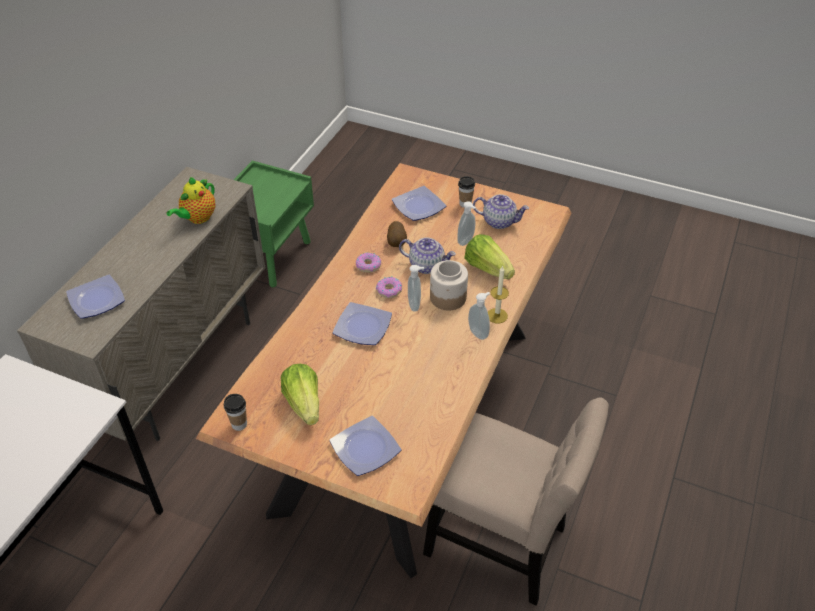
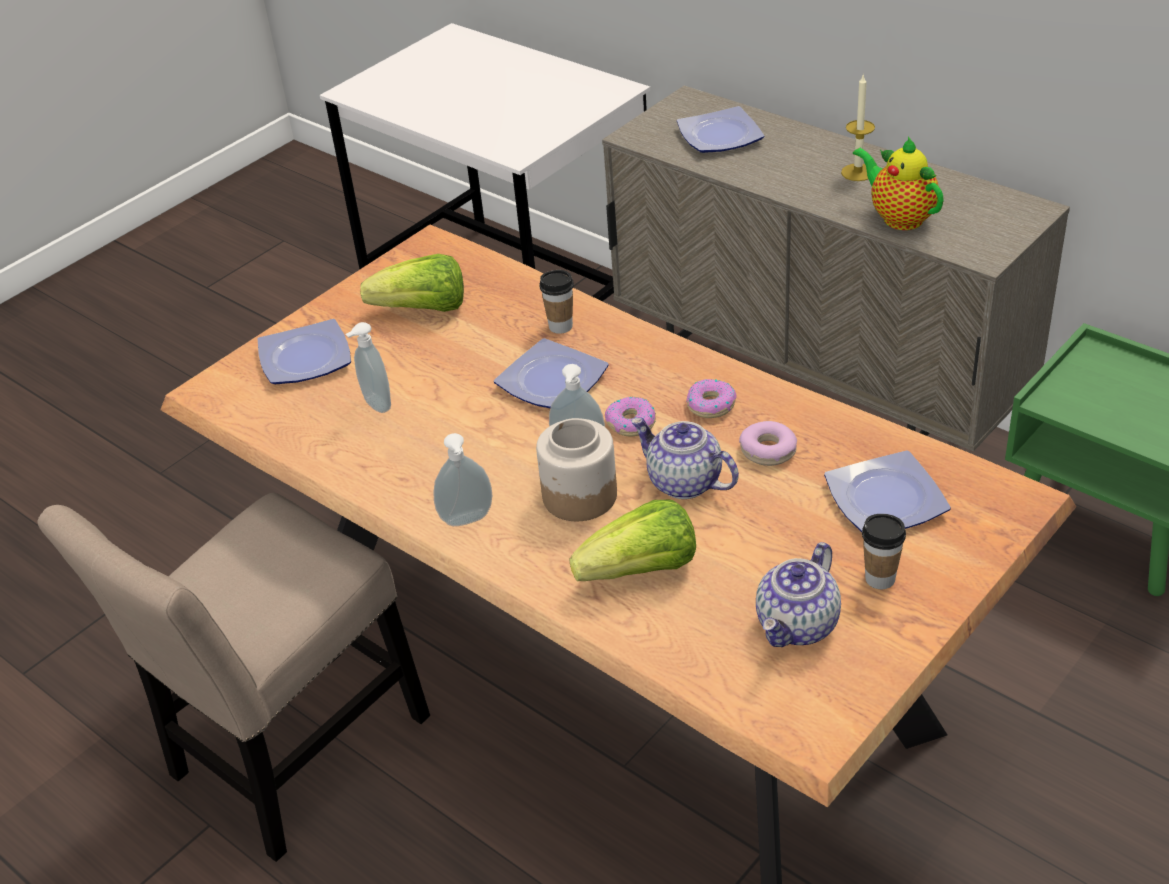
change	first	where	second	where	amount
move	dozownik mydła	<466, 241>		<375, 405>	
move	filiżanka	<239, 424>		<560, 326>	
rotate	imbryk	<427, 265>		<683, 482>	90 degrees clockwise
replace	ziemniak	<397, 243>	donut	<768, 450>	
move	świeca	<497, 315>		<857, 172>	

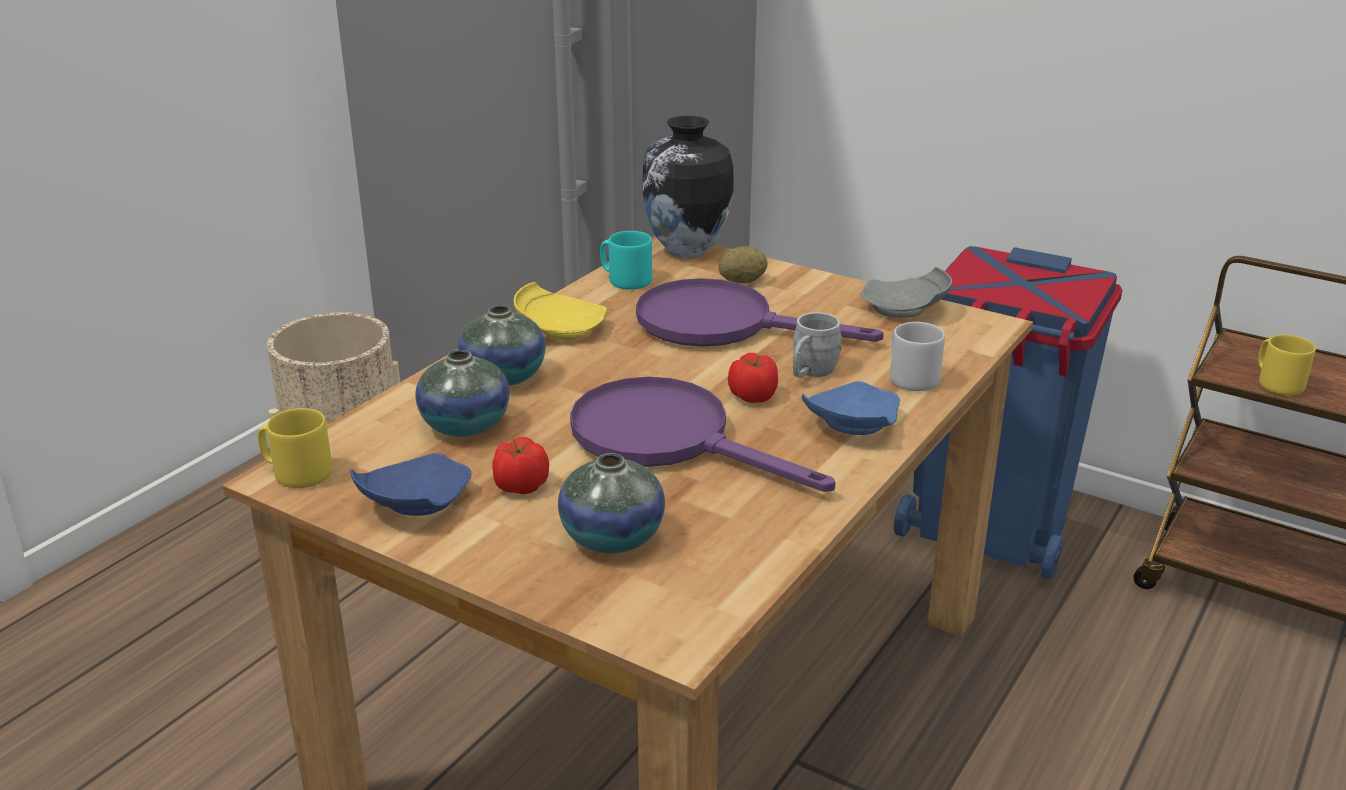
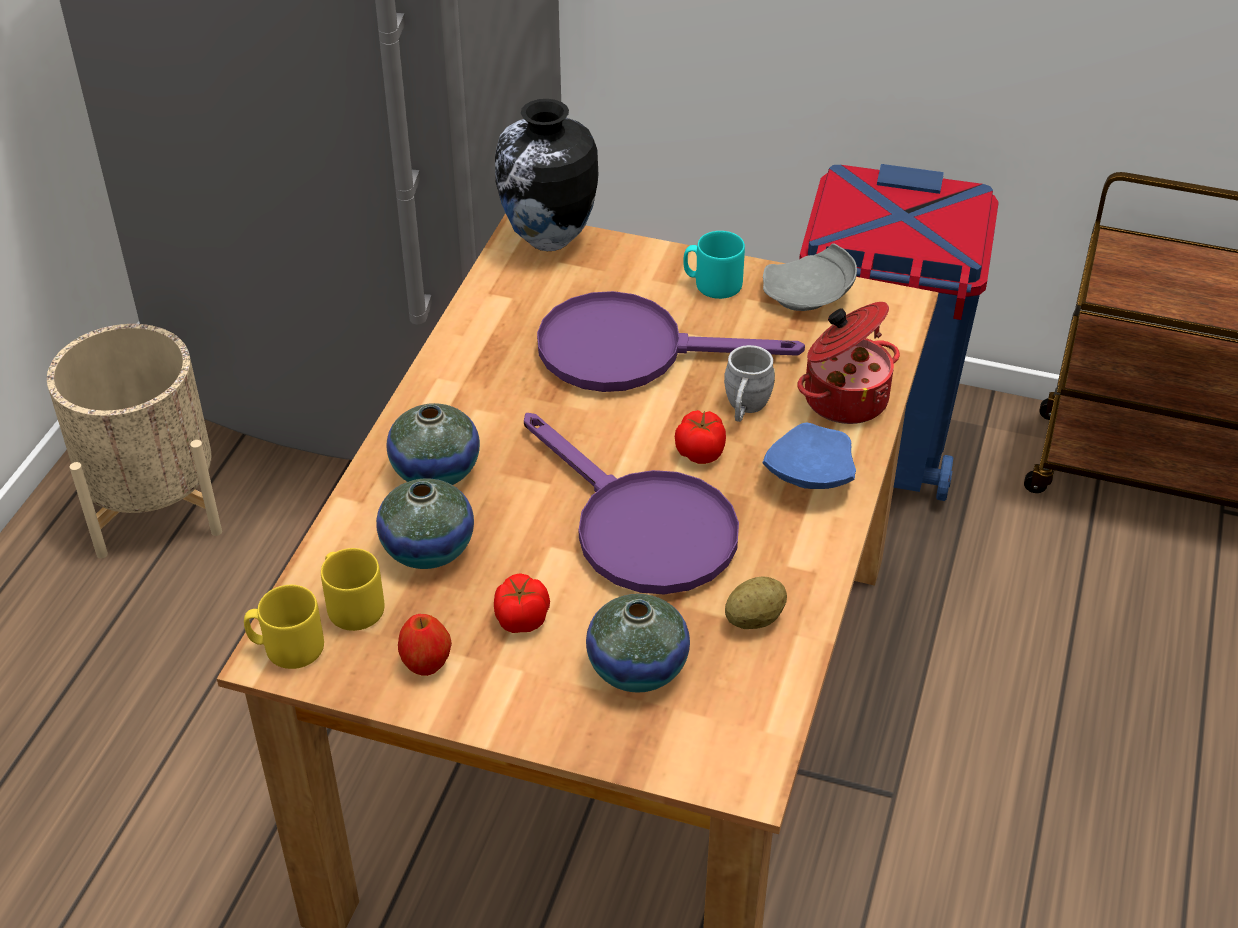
change	first	where	second	where	amount
move	kubek [żółty]	<1276, 383>		<352, 605>	
replace	talerz [niebieski]	<413, 503>	jabłko	<426, 663>	
rotate	patelnia [fioletowy]	<669, 439>		<640, 527>	150 degrees counterclockwise
move	kubek [turkusowy]	<625, 280>		<712, 284>	
move	ziemniak	<742, 282>		<754, 619>	
replace	kubek [szary]	<910, 377>	garnek	<844, 397>	
delete	talerz [żółty]	<559, 328>			

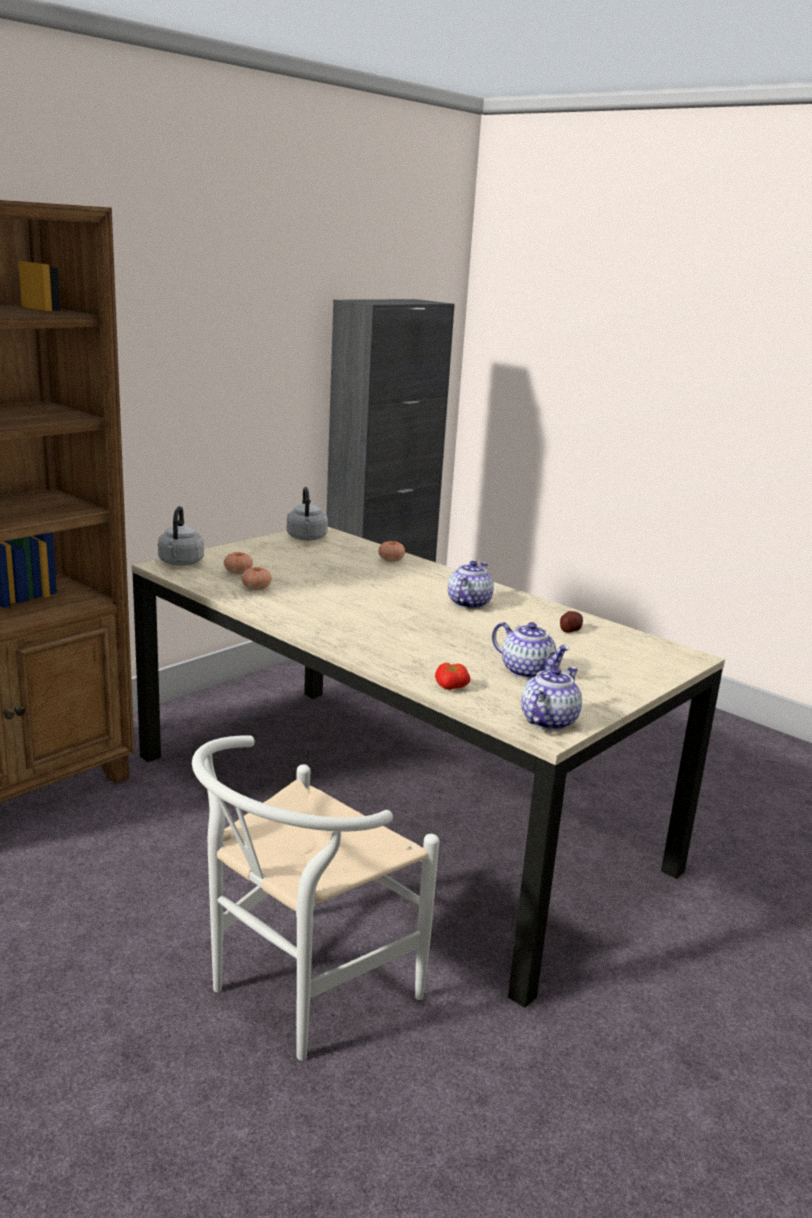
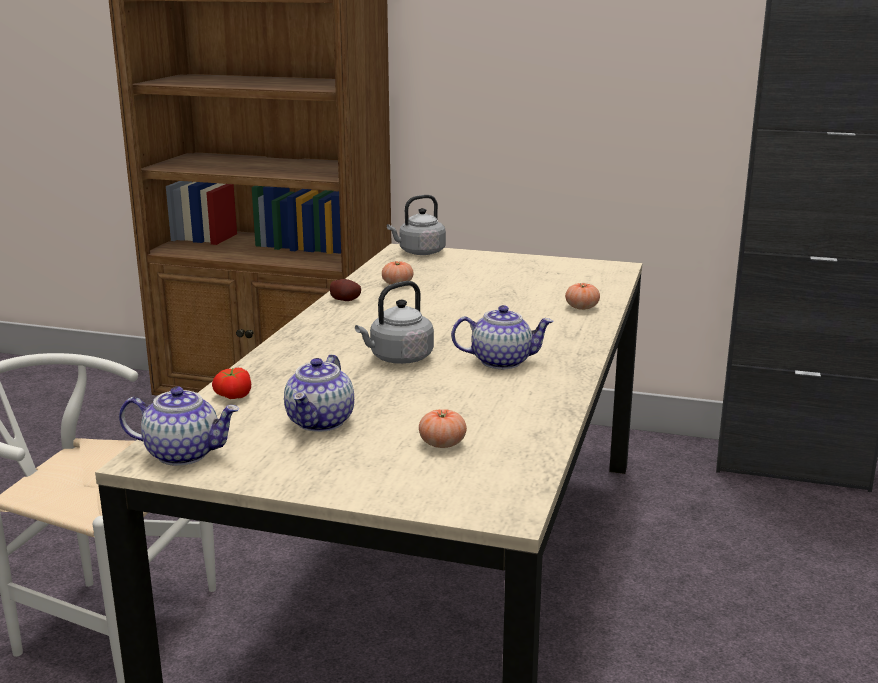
change	first	where	second	where	amount
move	ziemniak	<570, 630>		<346, 300>	
move	czajnik [szary]	<307, 538>		<398, 358>	
move	pomidor	<238, 572>		<442, 443>	

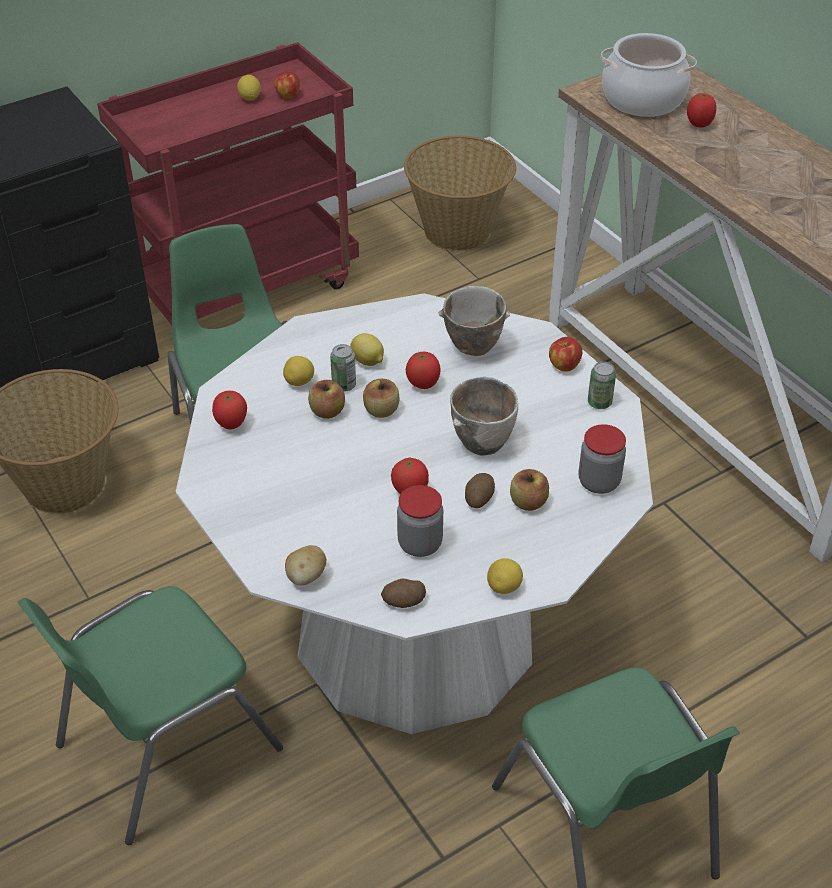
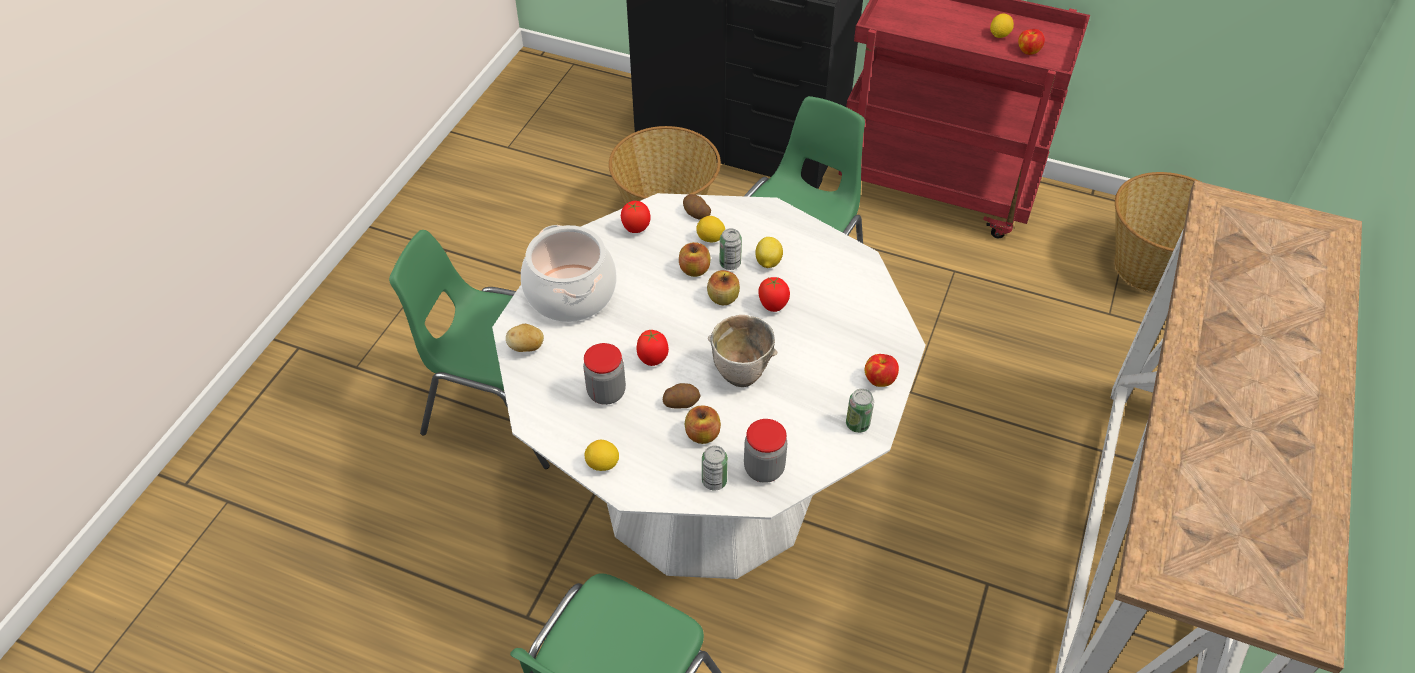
change	first	where	second	where	amount
move	garnek	<642, 99>		<570, 293>	
move	ziemniak	<404, 602>		<696, 214>	
insert			puszka	<714, 481>	
delete	miska	<470, 348>			
delete	pomidor	<699, 125>			

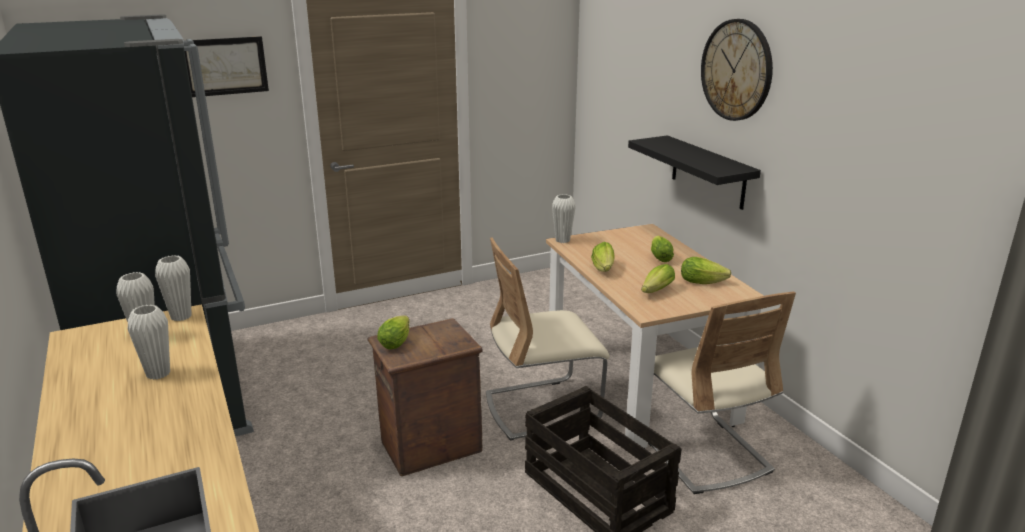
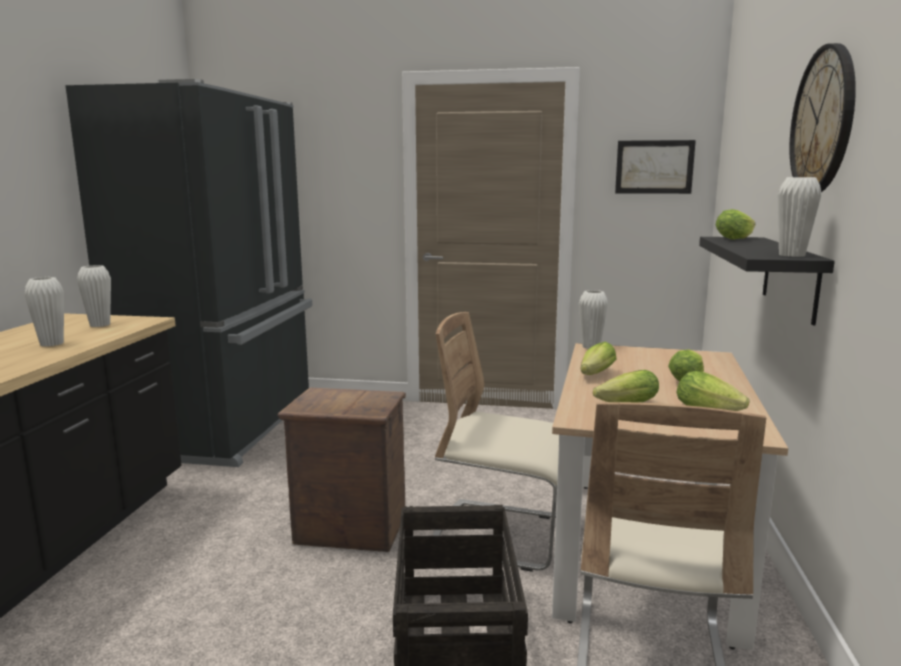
change	first	where	second	where	amount
move	obraz	<224, 66>		<654, 167>	
move	sałata	<397, 341>		<737, 238>	
move	wazon [biały]	<181, 316>		<792, 255>	

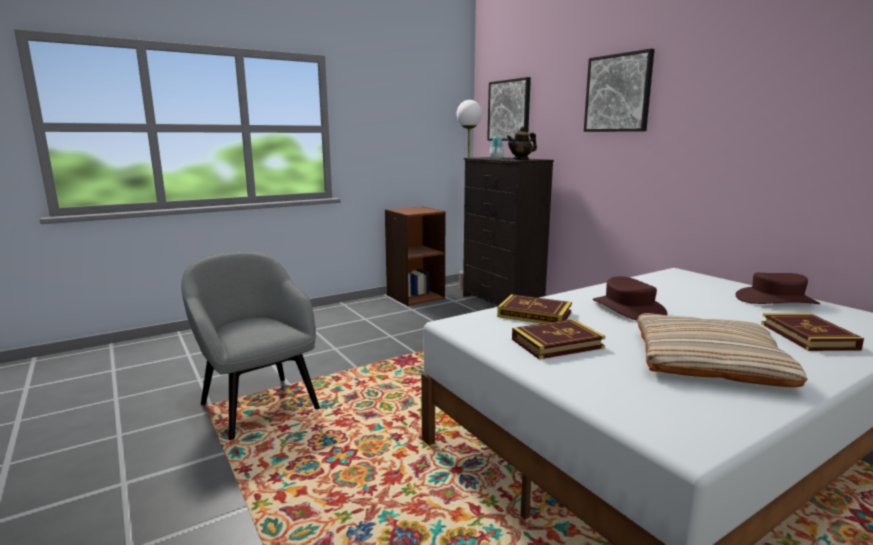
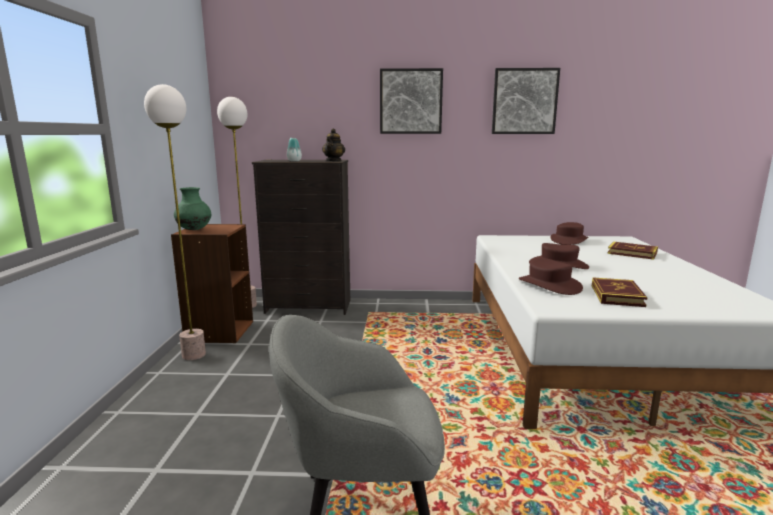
change	first	where	second	where	amount
insert			lampa stojąca	<193, 355>	
insert			wazon [zielony]	<194, 230>	
move	obraz	<509, 110>		<524, 101>	
replace	książka	<534, 314>	kapelusz [brązowy]	<549, 285>	
delete	poduszka [beżowy]	<708, 359>			

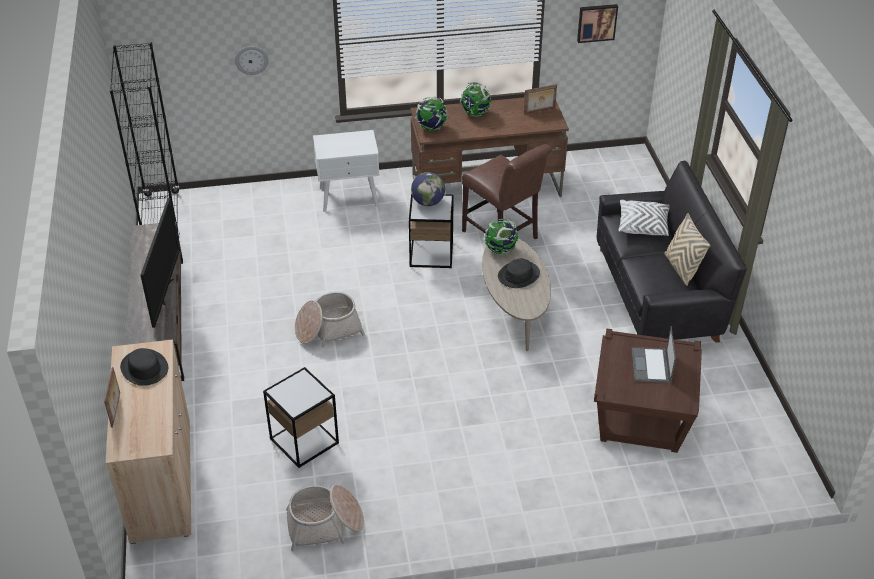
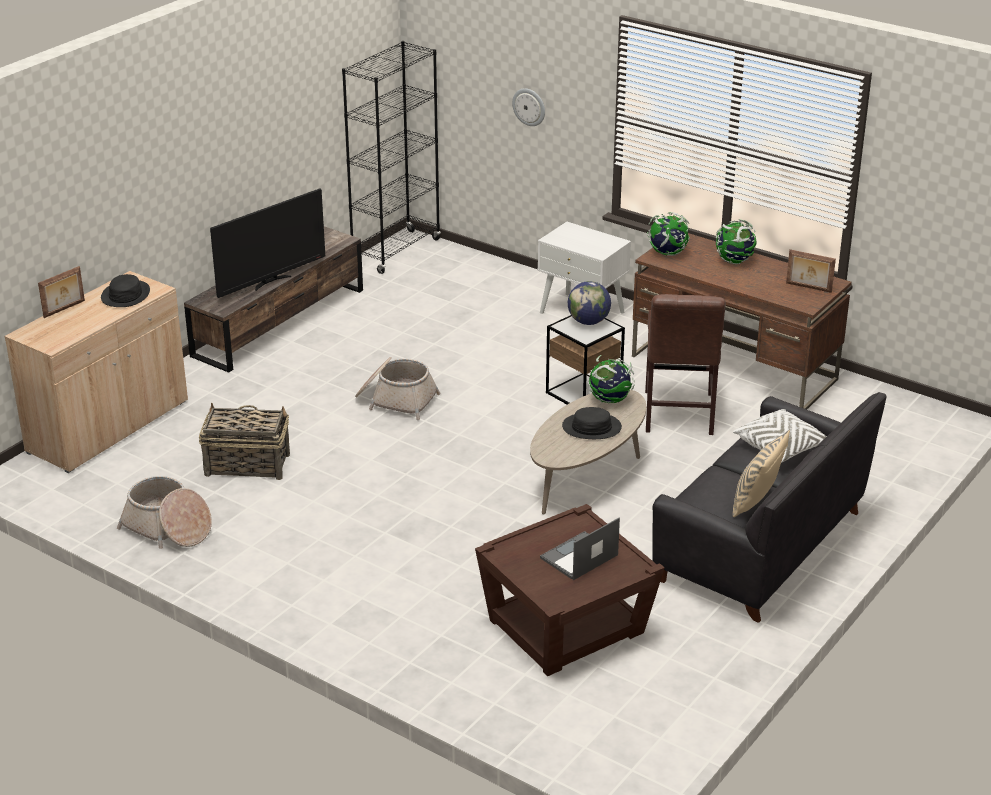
change	first	where	second	where	amount
replace	stolik	<304, 441>	koszyk	<246, 464>	
delete	obraz	<596, 22>			

